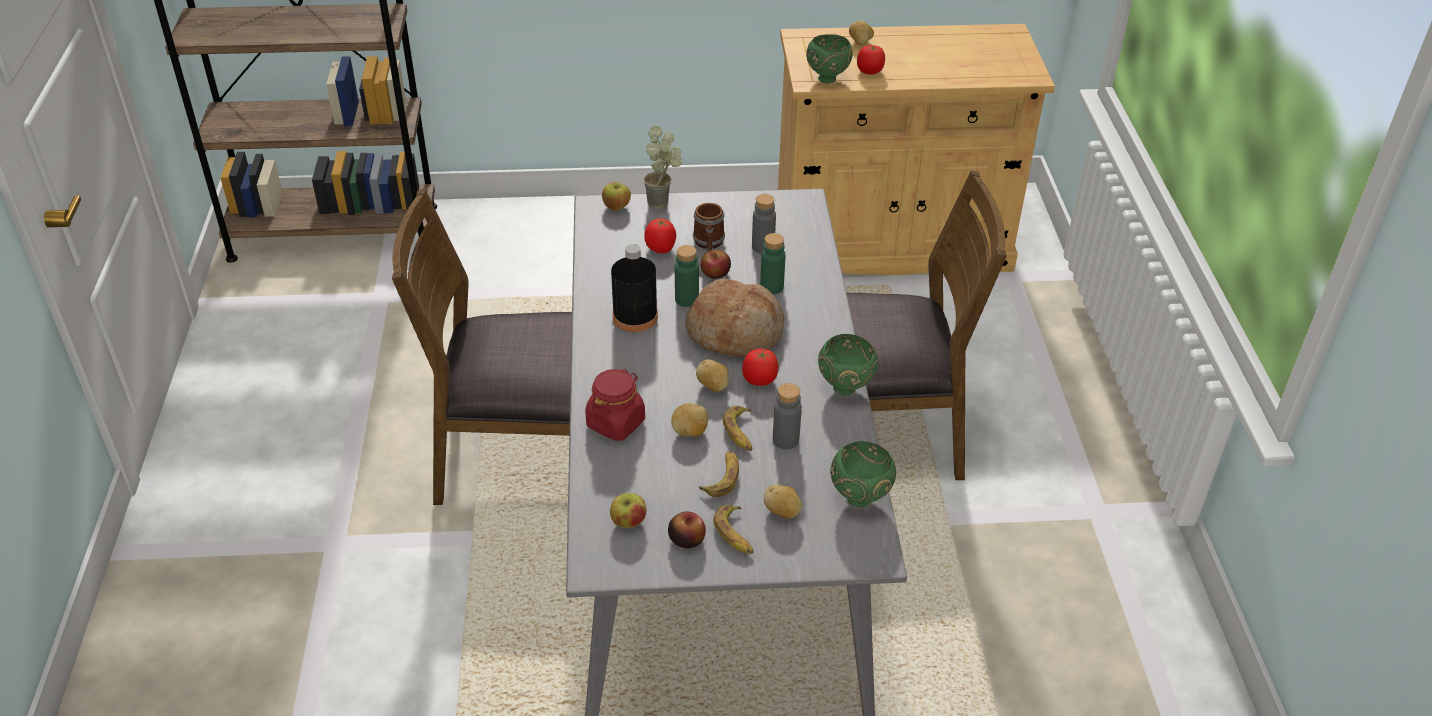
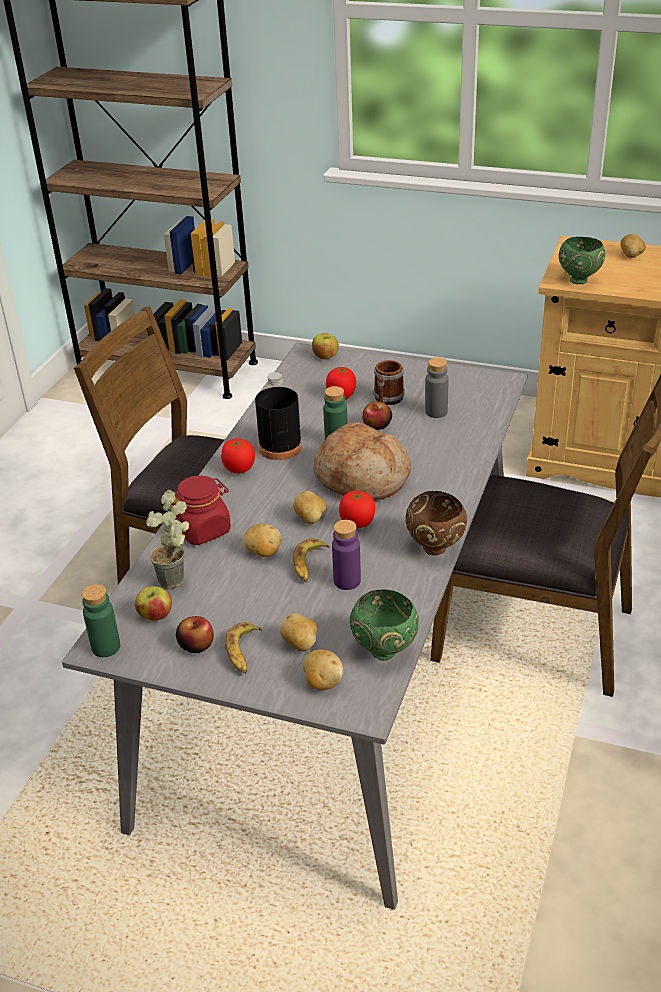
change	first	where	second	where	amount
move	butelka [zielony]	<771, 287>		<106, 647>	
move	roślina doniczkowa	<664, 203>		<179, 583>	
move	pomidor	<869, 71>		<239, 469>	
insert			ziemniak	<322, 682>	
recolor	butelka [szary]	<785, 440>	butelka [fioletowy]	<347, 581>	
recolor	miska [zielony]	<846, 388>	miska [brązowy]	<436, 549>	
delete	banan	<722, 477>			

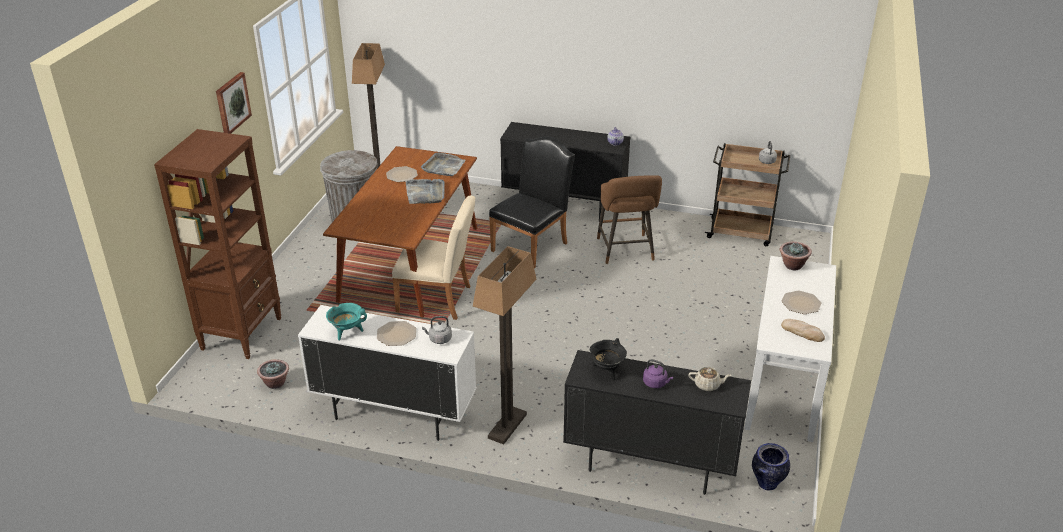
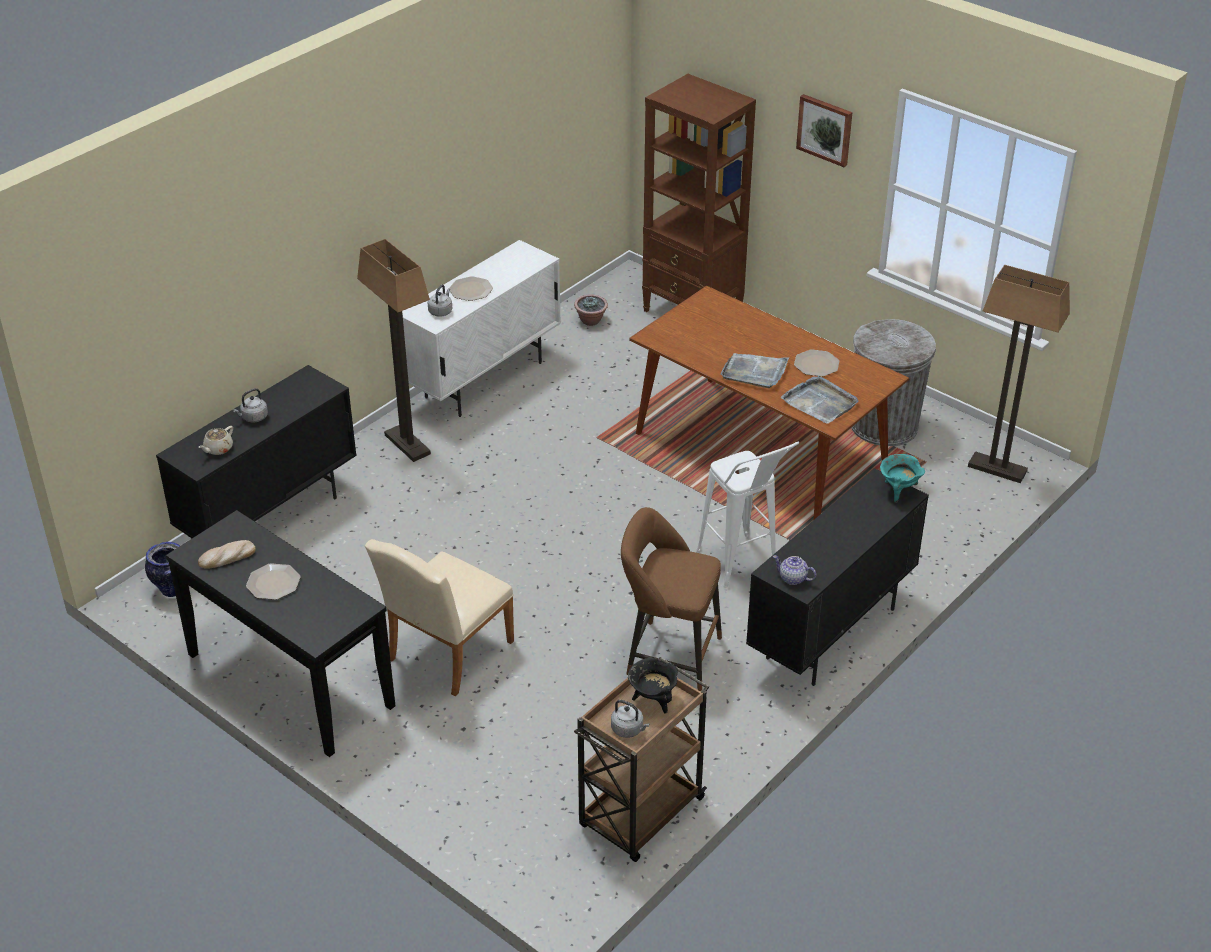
change	first	where	second	where	amount
recolor	stolik konsolowy [biały]	<784, 384>	stolik konsolowy [czarny]	<289, 680>	
recolor	czajnik [fioletowy]	<656, 383>	czajnik [szary]	<253, 418>	
move	krzesło [beżowy]	<439, 300>		<445, 655>	
move	garnek [czarny]	<607, 371>		<653, 700>	
replace	krzesło [czarny]	<532, 244>	stołek [biały]	<743, 568>	
move	garnek [turkusowy]	<347, 332>		<898, 490>	
delete	roślina doniczkowa	<792, 265>			

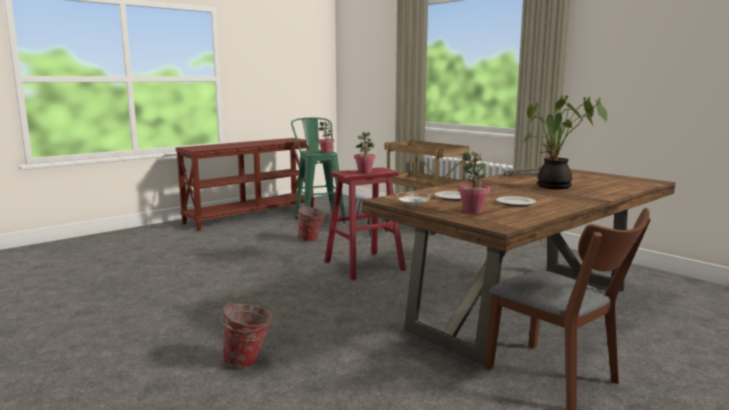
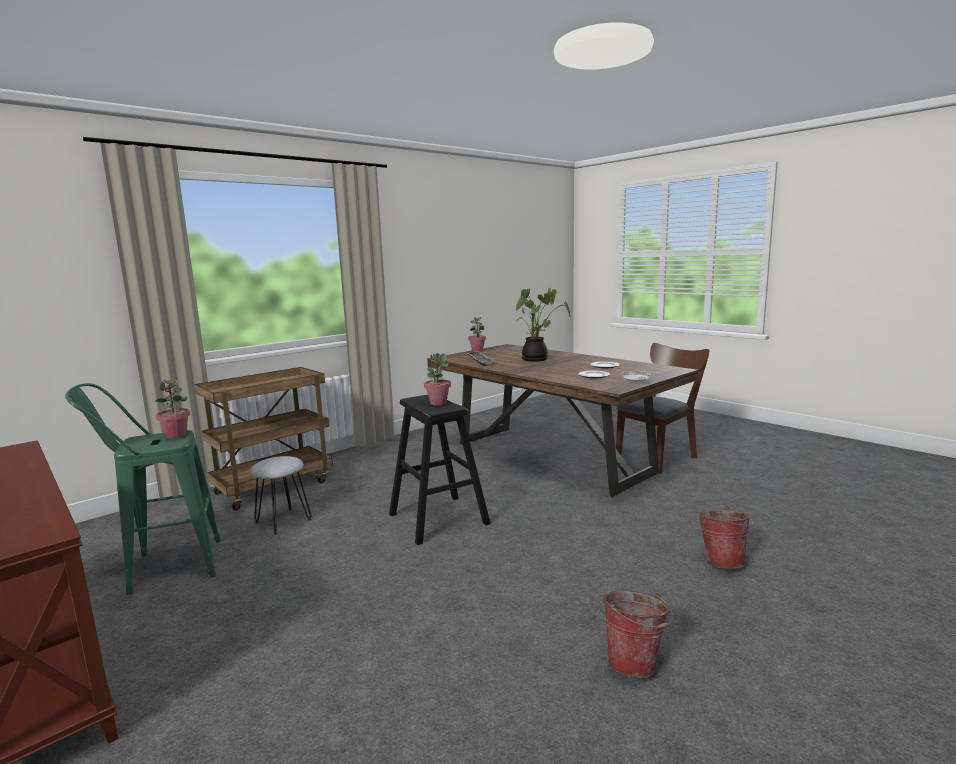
change	first	where	second	where	amount
recolor	stołek [czerwony]	<364, 265>	stołek [czarny]	<438, 519>	
move	roślina doniczkowa	<473, 211>		<477, 351>	
move	wiadro	<311, 240>		<635, 663>	

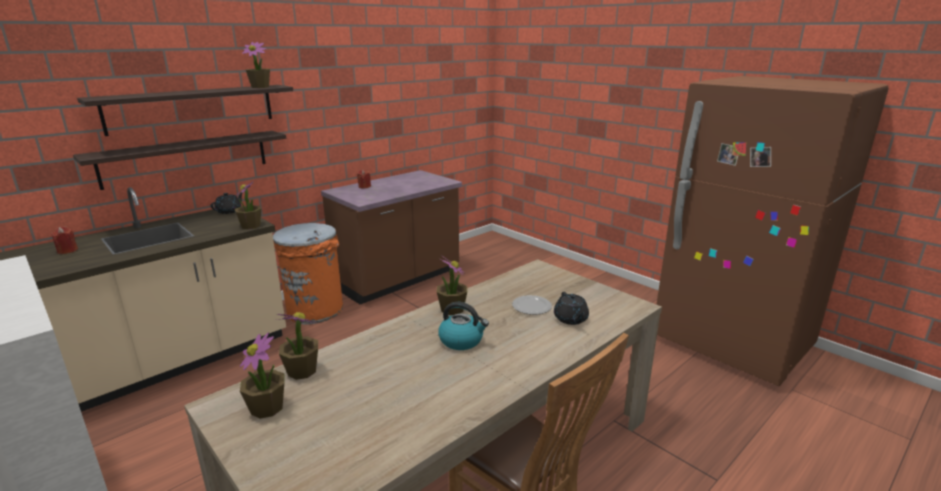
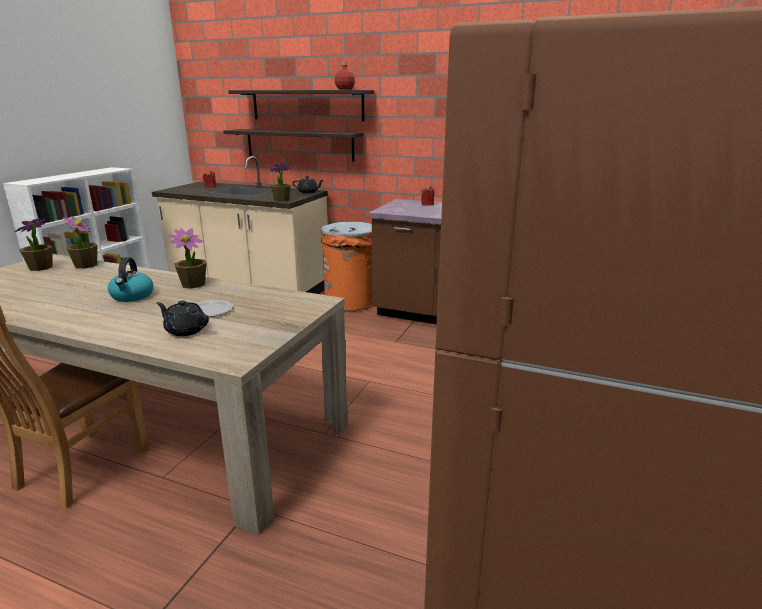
change	first	where	second	where	amount
rotate	imbryk [czarny]	<570, 319>		<185, 330>	60 degrees clockwise
replace	roślina doniczkowa	<260, 87>	butelka [czerwony]	<345, 89>	

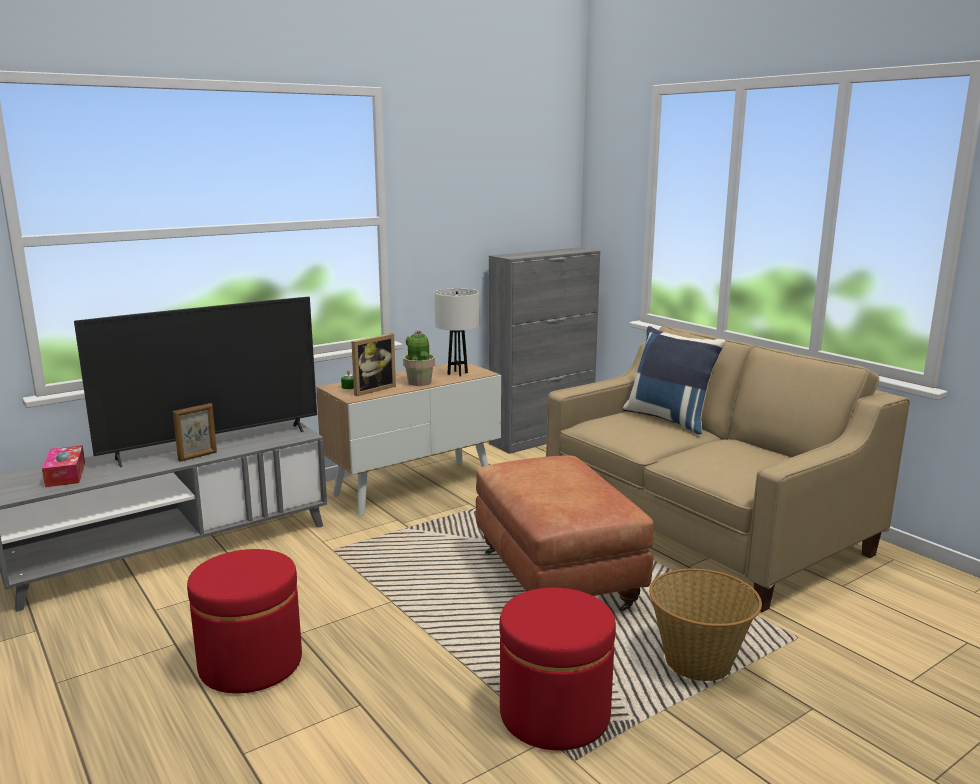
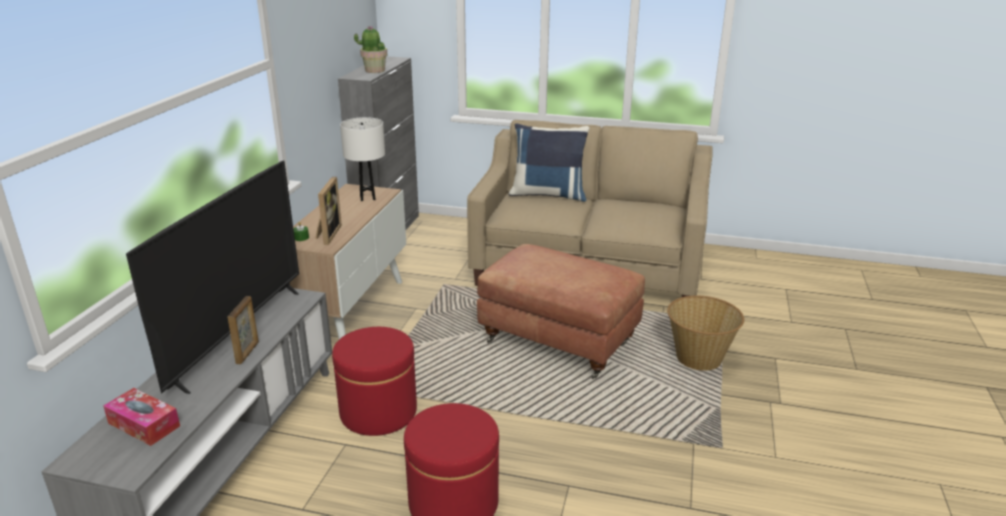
change	first	where	second	where	amount
move	pufa [czerwony]	<554, 714>		<378, 412>	
move	roślina doniczkowa	<419, 382>		<374, 70>	

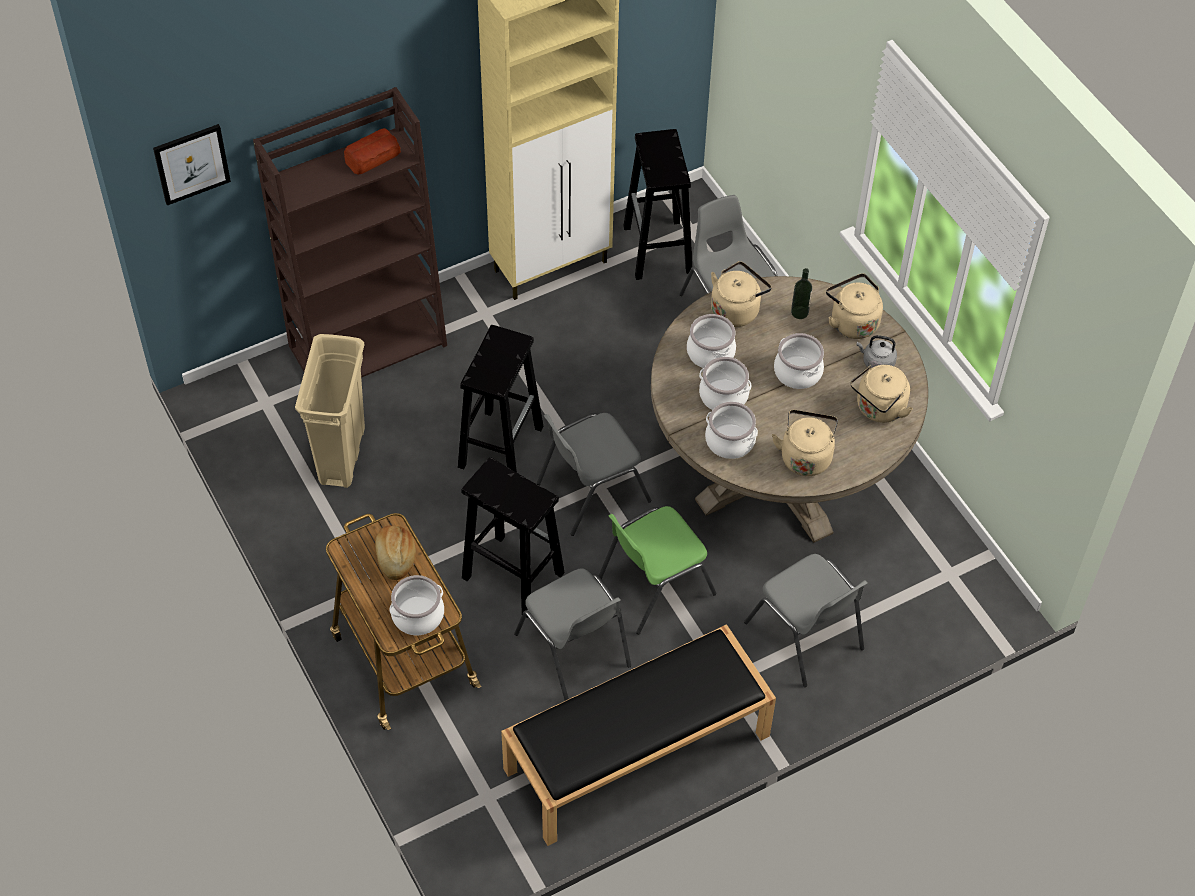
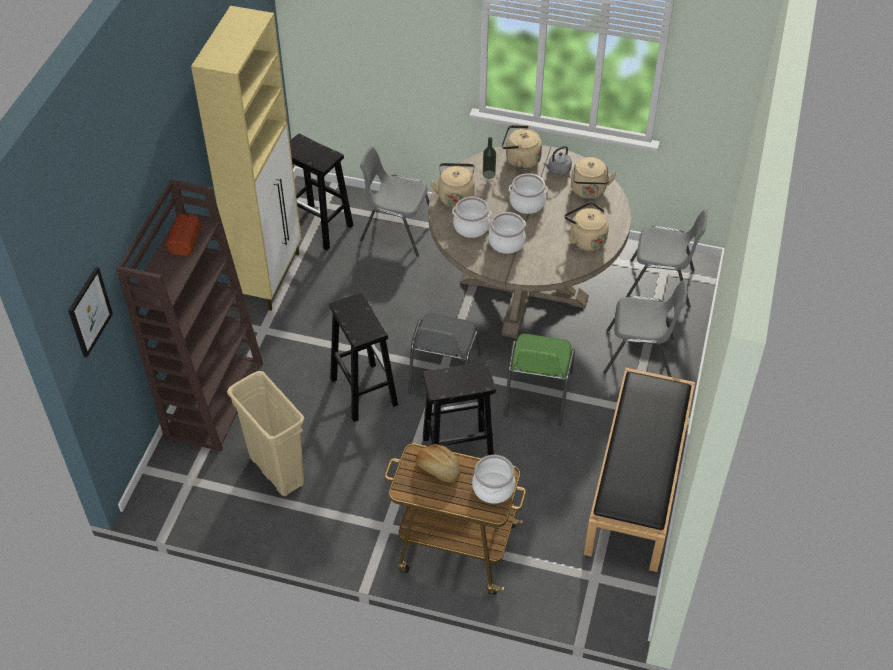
change	first	where	second	where	amount
move	krzesło [szary]	<574, 651>		<661, 284>	
delete	garnek	<729, 441>			

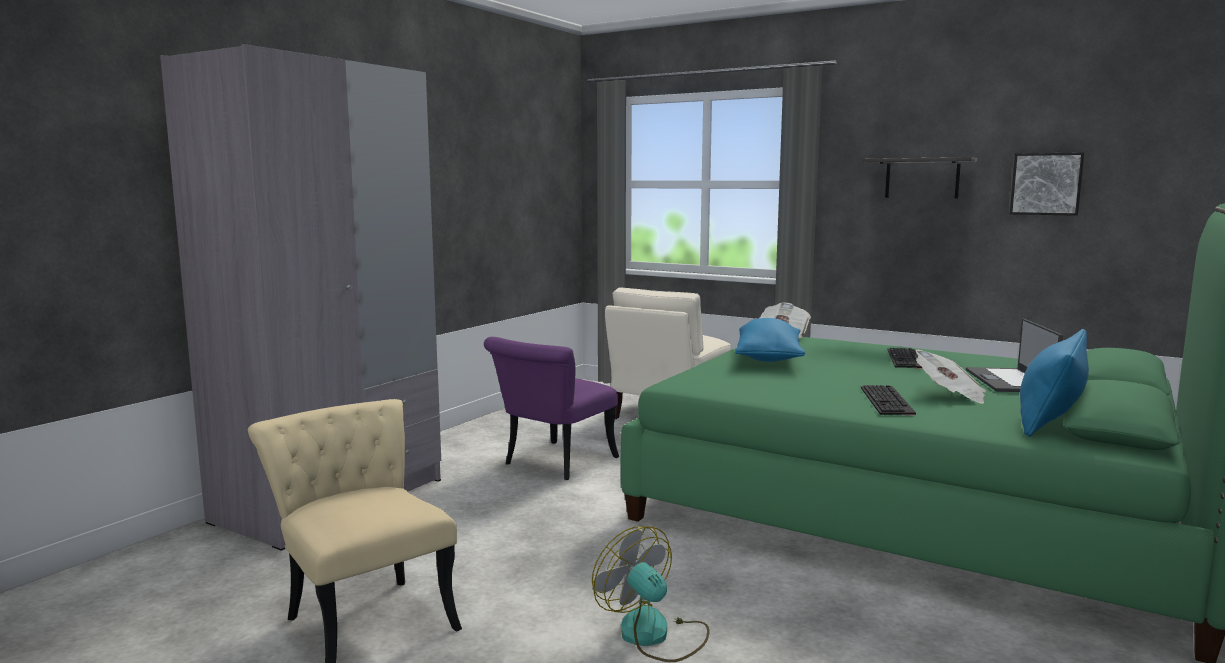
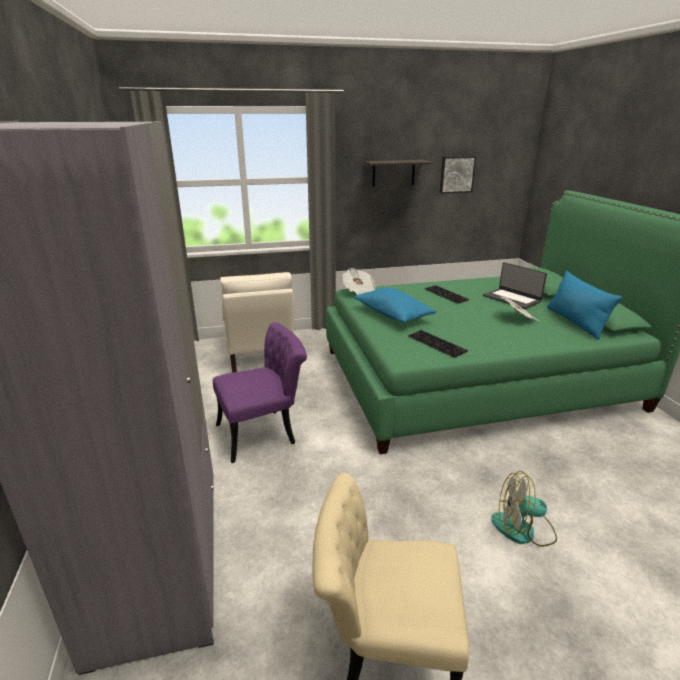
change	first	where	second	where	amount
rotate	krzesło [fioletowy]	<553, 464>		<264, 432>	105 degrees counterclockwise
move	klawiatura	<888, 401>		<438, 344>	

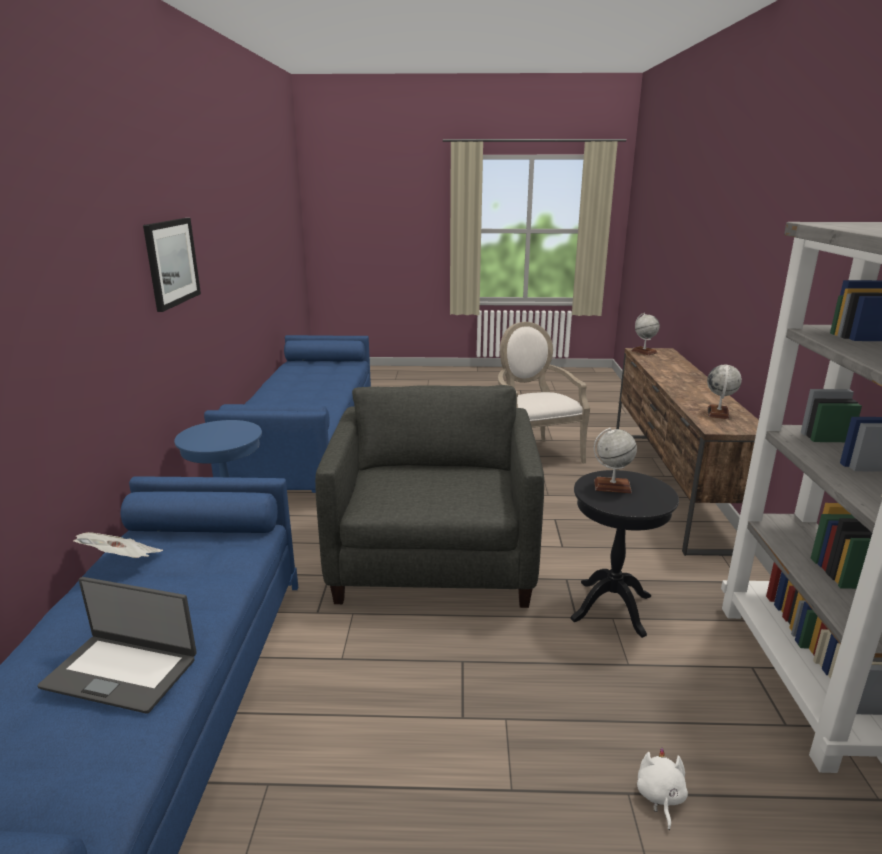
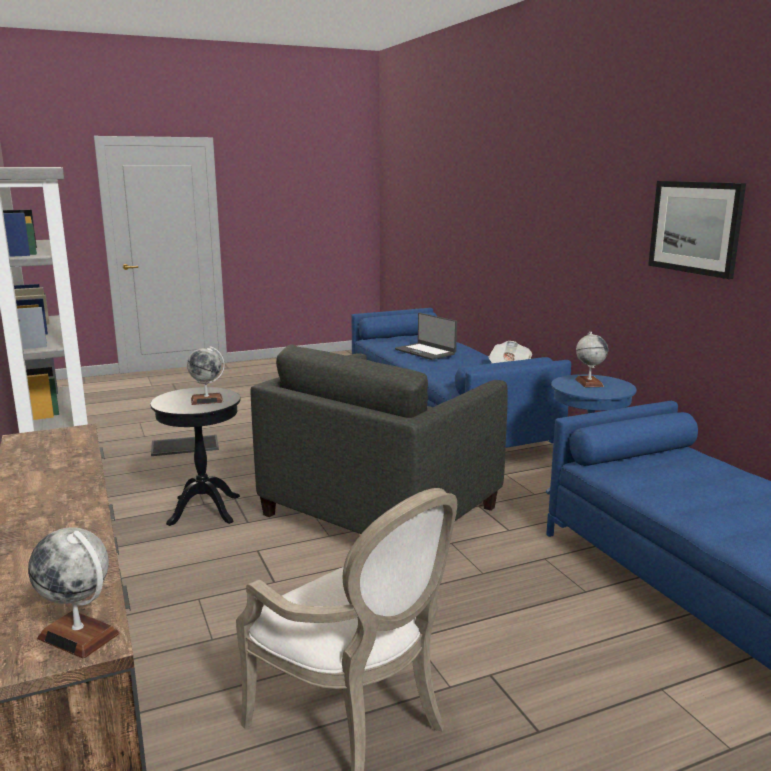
change	first	where	second	where	amount
replace	pluszak [biały]	<660, 797>	taca	<185, 445>	
rotate	fotel [szary]	<434, 559>		<380, 511>	60 degrees clockwise
rotate	laptop	<122, 671>		<425, 352>	120 degrees counterclockwise
move	globus	<718, 413>		<589, 383>	

